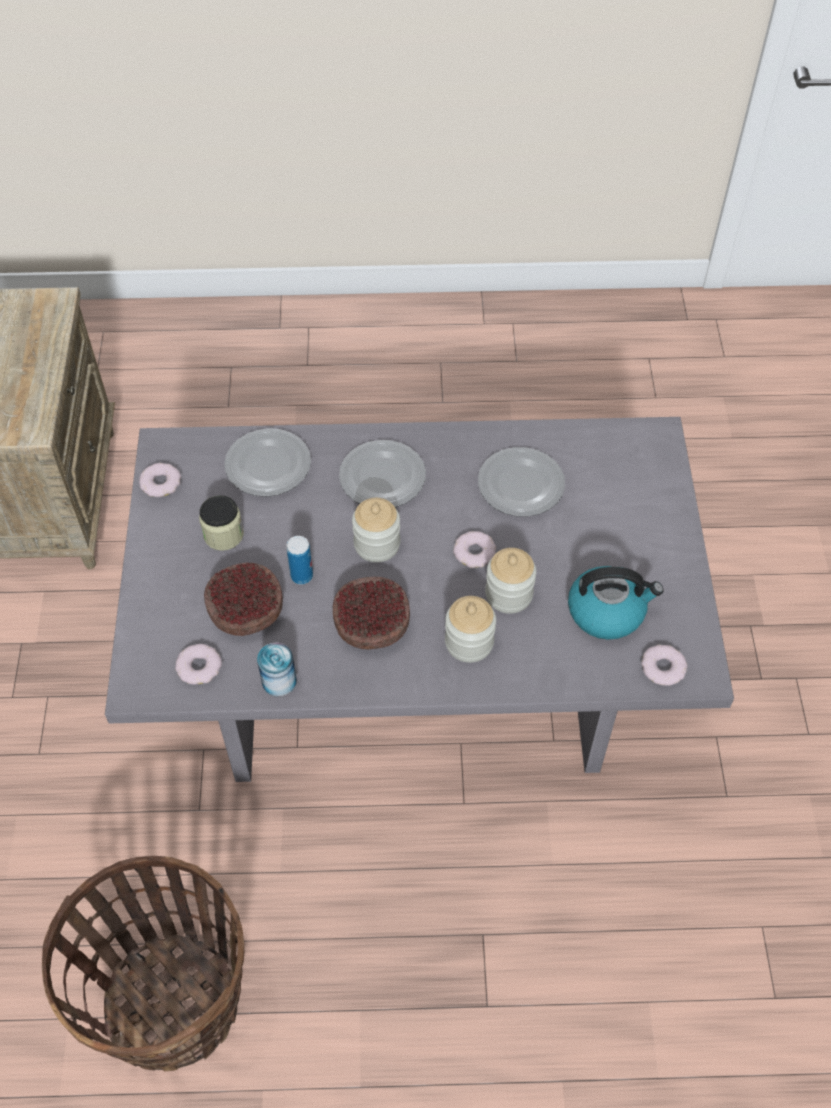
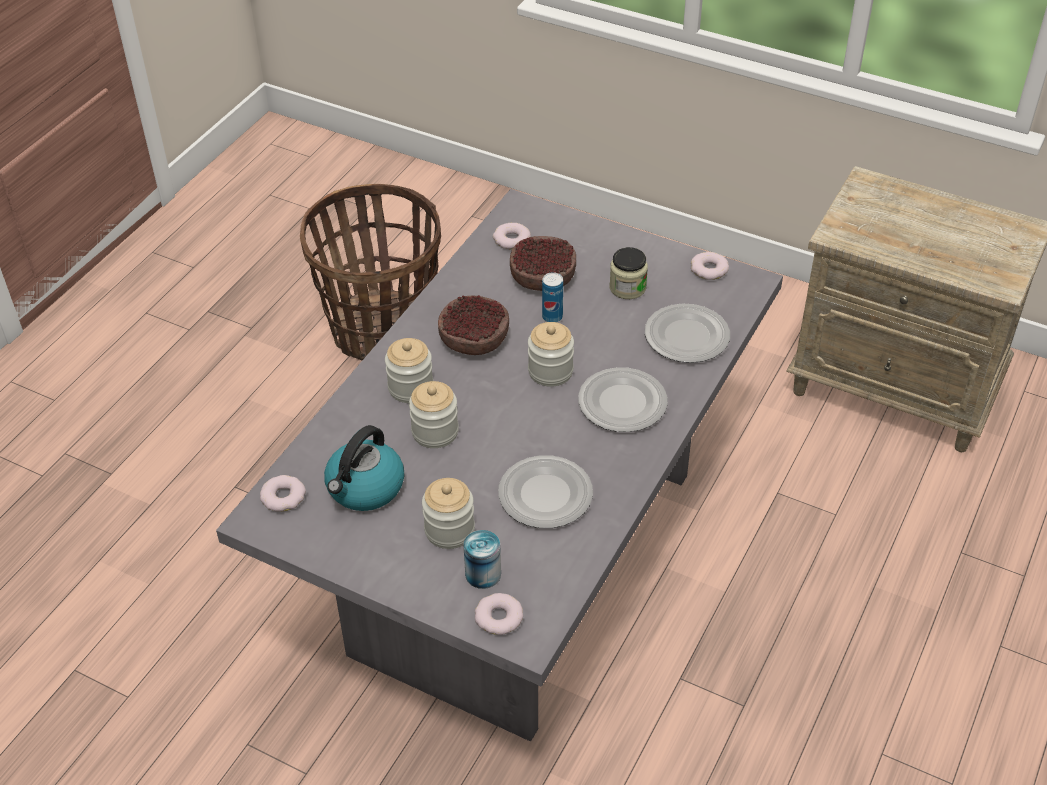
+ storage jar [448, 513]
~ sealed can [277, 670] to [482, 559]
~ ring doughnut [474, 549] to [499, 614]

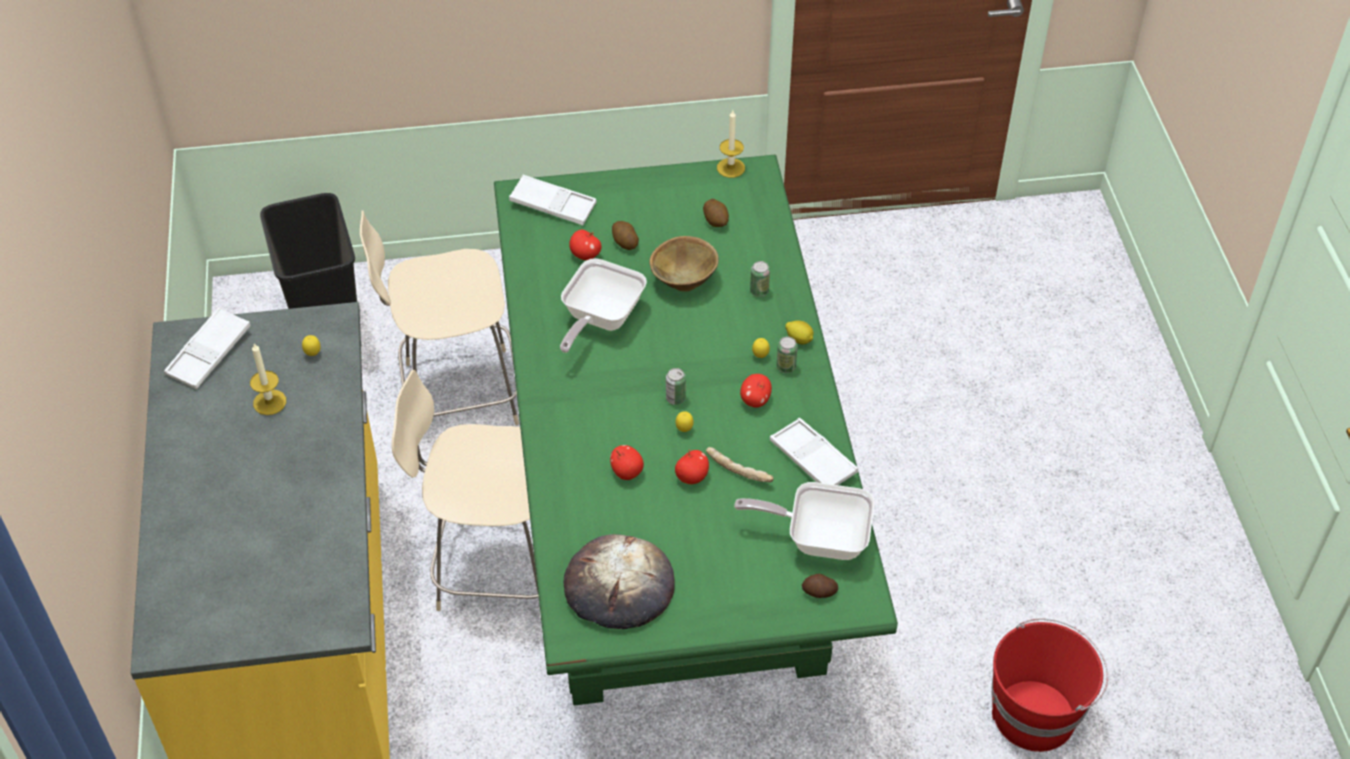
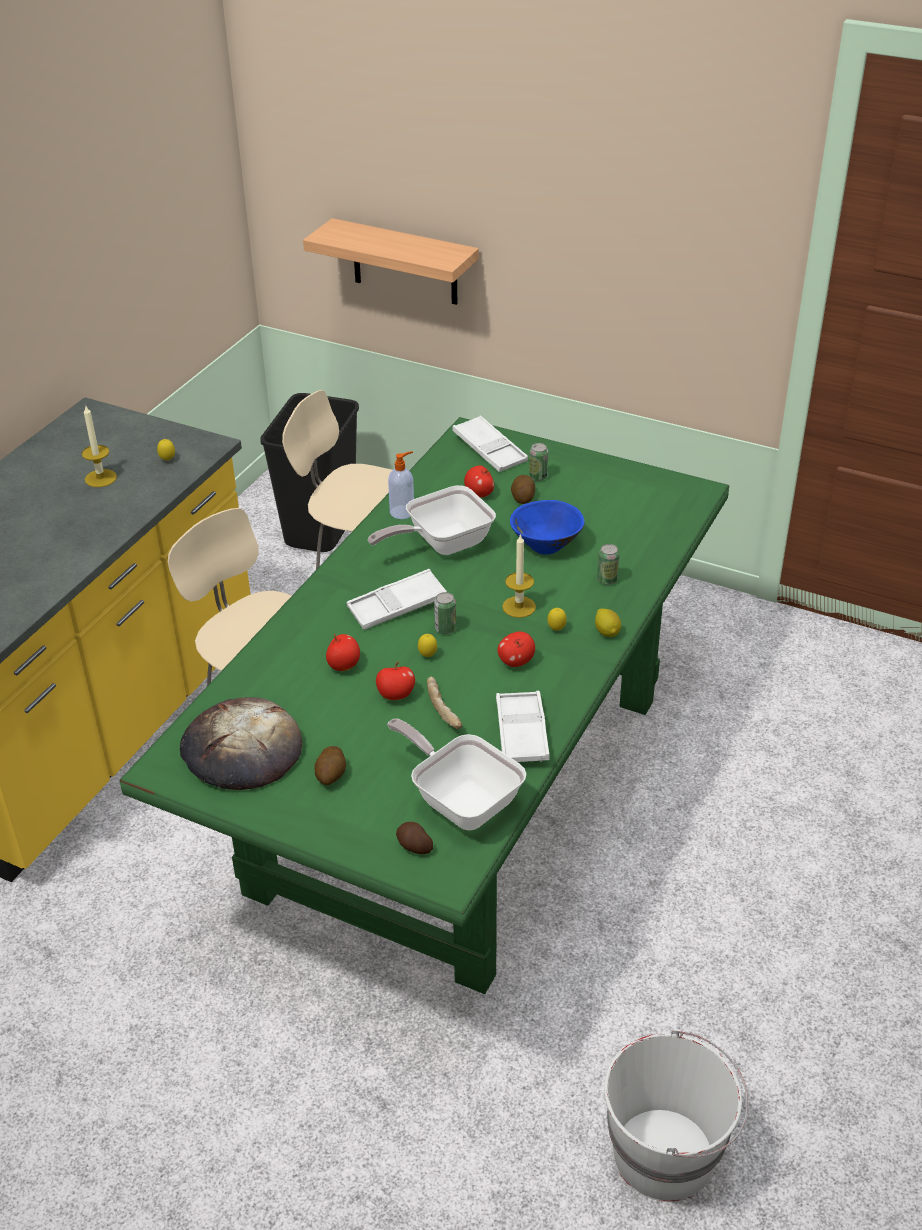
+ shelf [391, 261]
~ spud [716, 213] to [330, 765]
~ whitish carrying tray [207, 348] to [397, 599]
+ soap bottle [401, 485]
~ wax light [731, 144] to [519, 576]
~ brown serving bowl [684, 264] to blue-coloured serving bowl [547, 527]
~ sealed can [787, 355] to [538, 462]
~ red pail [1049, 685] to whitish pail [676, 1116]

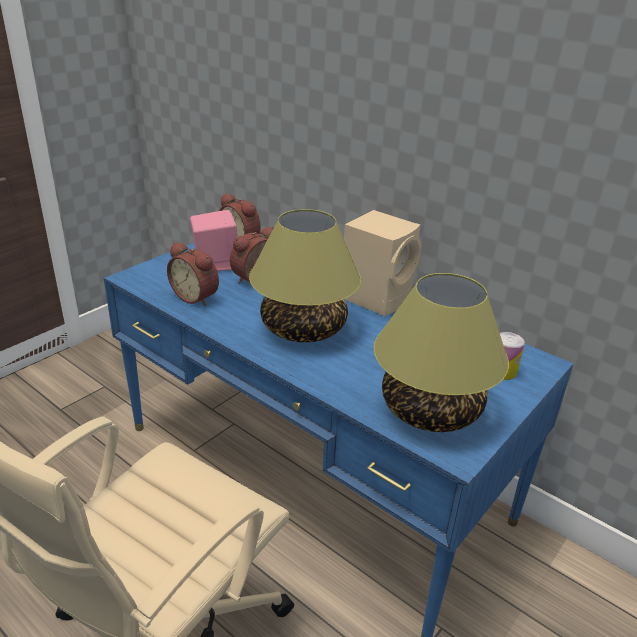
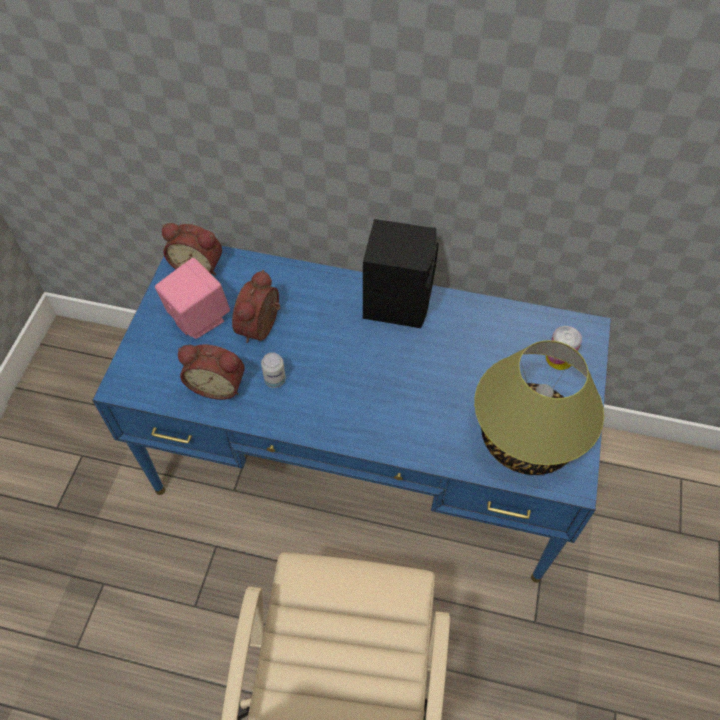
+ sealed can [273, 370]
~ beige-coloured loudspeaker [382, 263] to blackish loudspeaker [401, 273]
- tabletop lamp [305, 275]

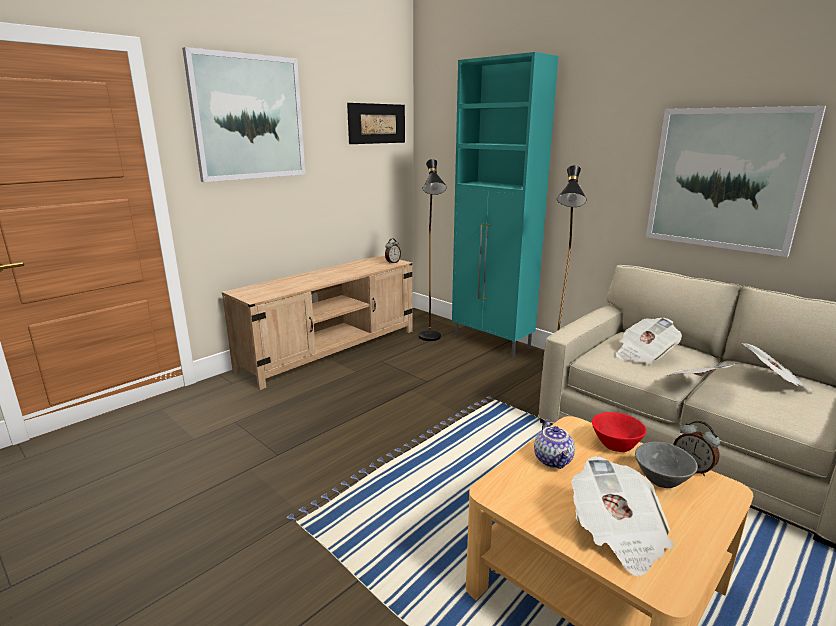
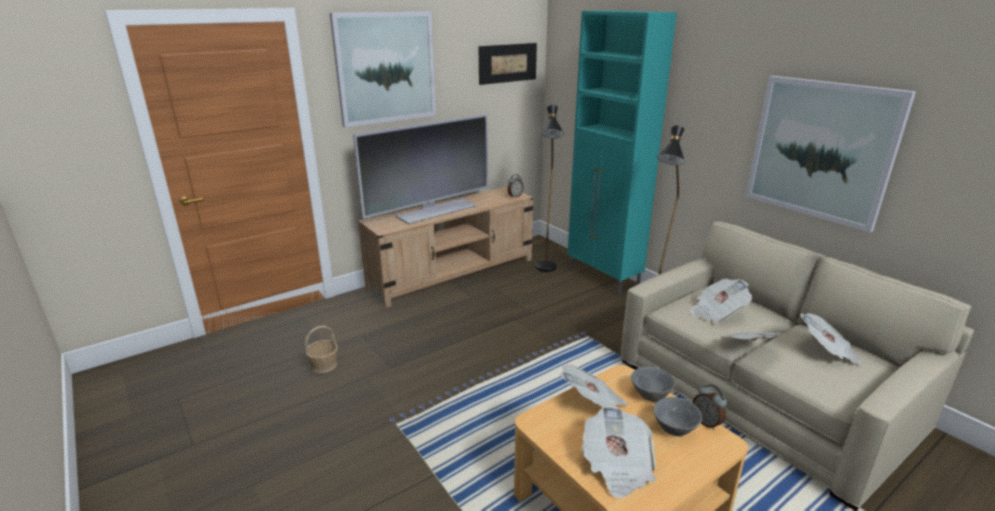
+ household basket [321, 349]
+ TV set [420, 169]
~ tea pot [554, 444] to newspaper [594, 386]
~ red serving bowl [619, 432] to gray serving bowl [653, 384]

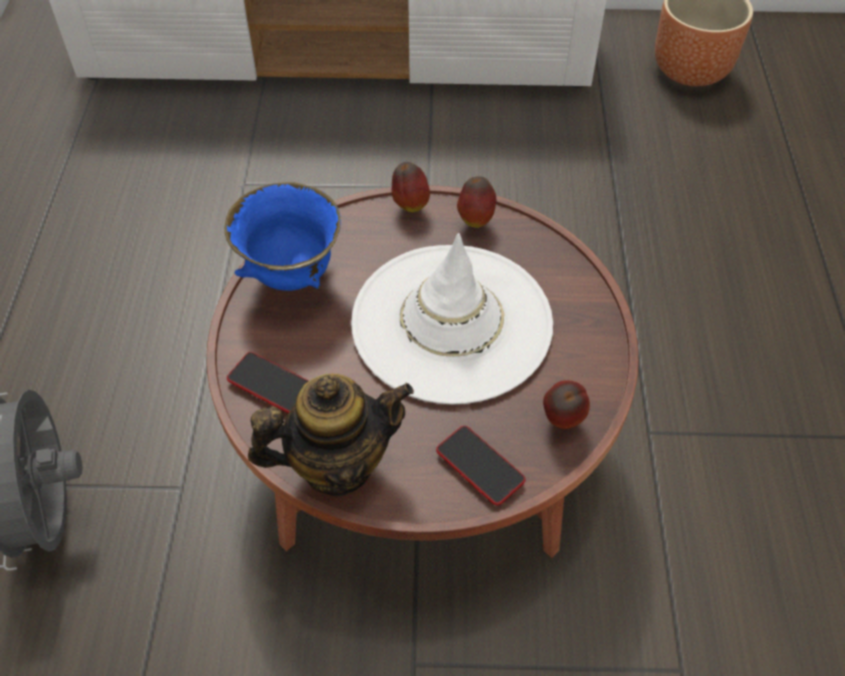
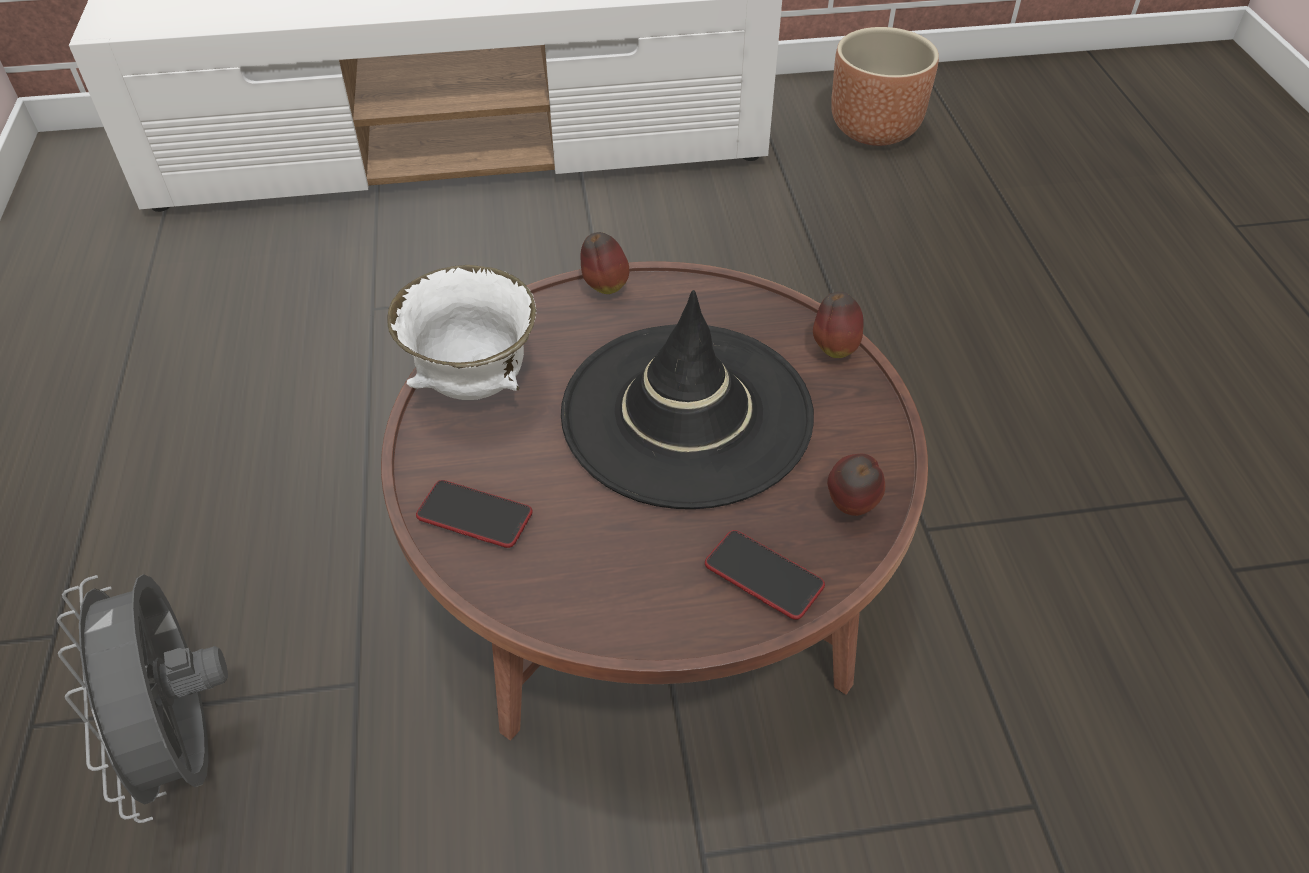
~ blue-coloured serving bowl [282, 236] to whitish serving bowl [462, 332]
~ whitish wearable hat [452, 318] to blackish wearable hat [687, 399]
~ whole apple [476, 202] to [838, 325]
- tea pot [331, 435]

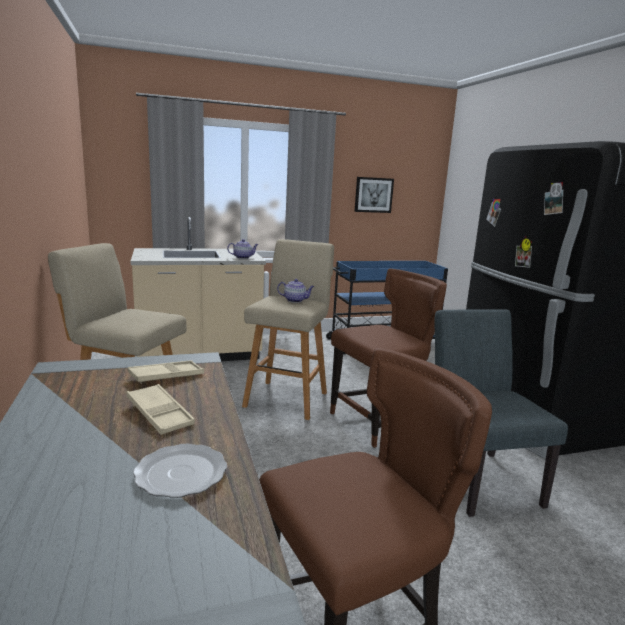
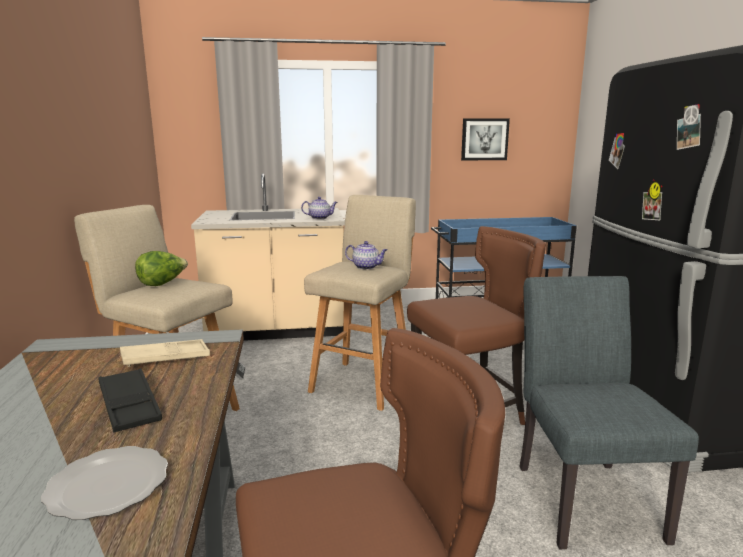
~ beige-coloured carrying tray [161, 409] to blackish carrying tray [130, 400]
+ lettuce [161, 268]

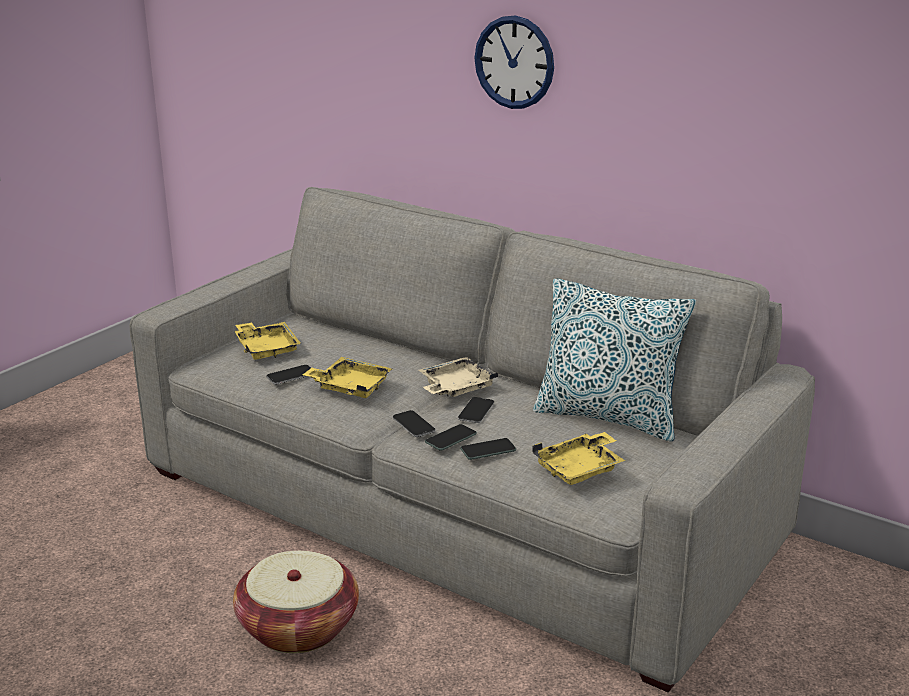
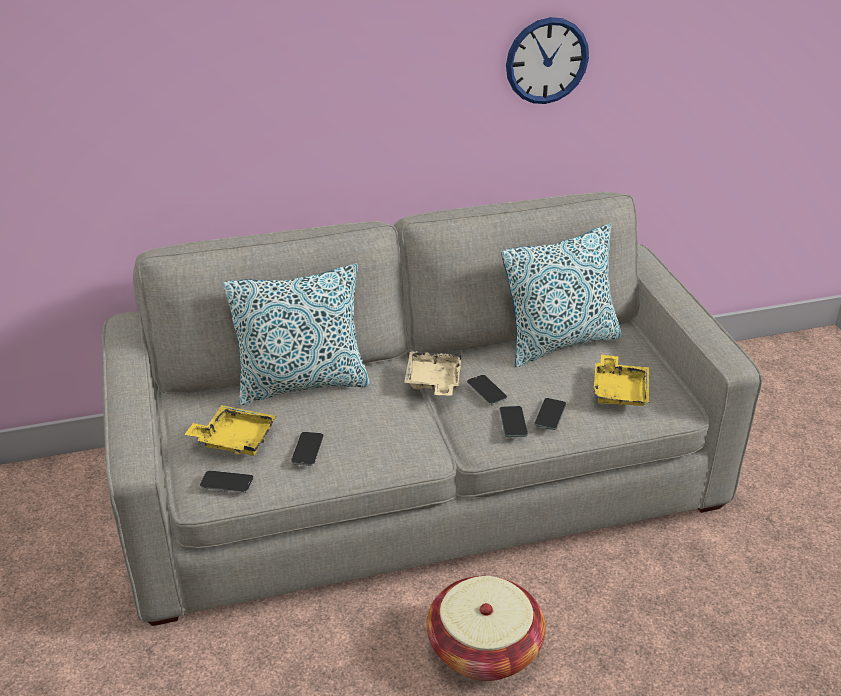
~ phone [414, 423] to [227, 482]
+ throw pillow [296, 334]
~ clock on the wall [514, 62] to [547, 60]
- yellow-coloured carrying tray [347, 377]

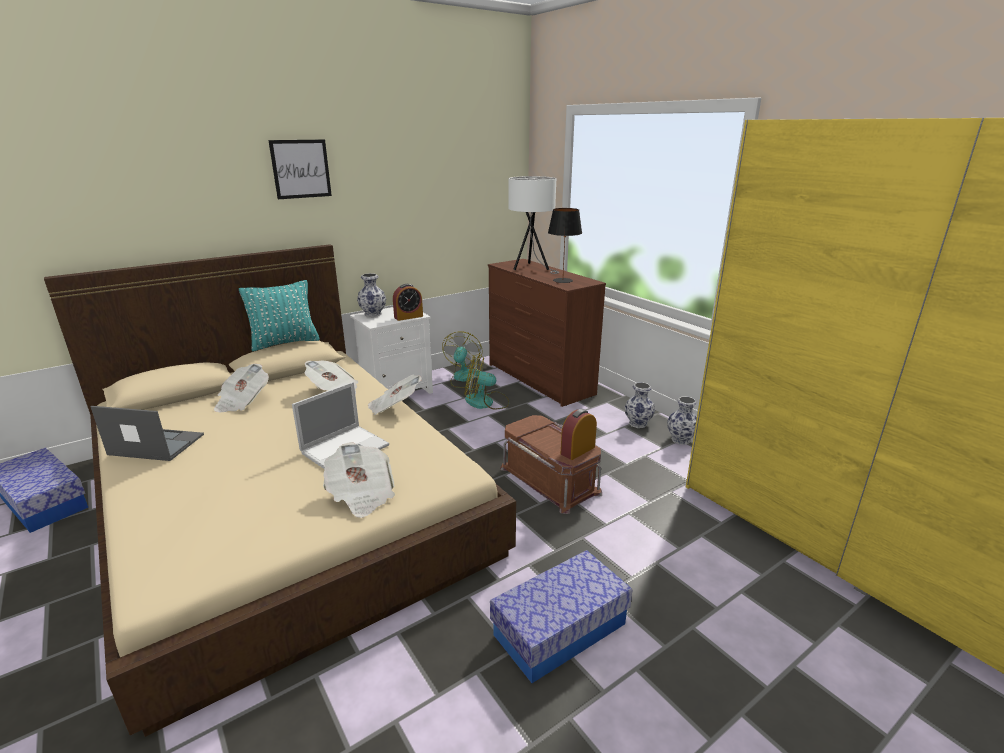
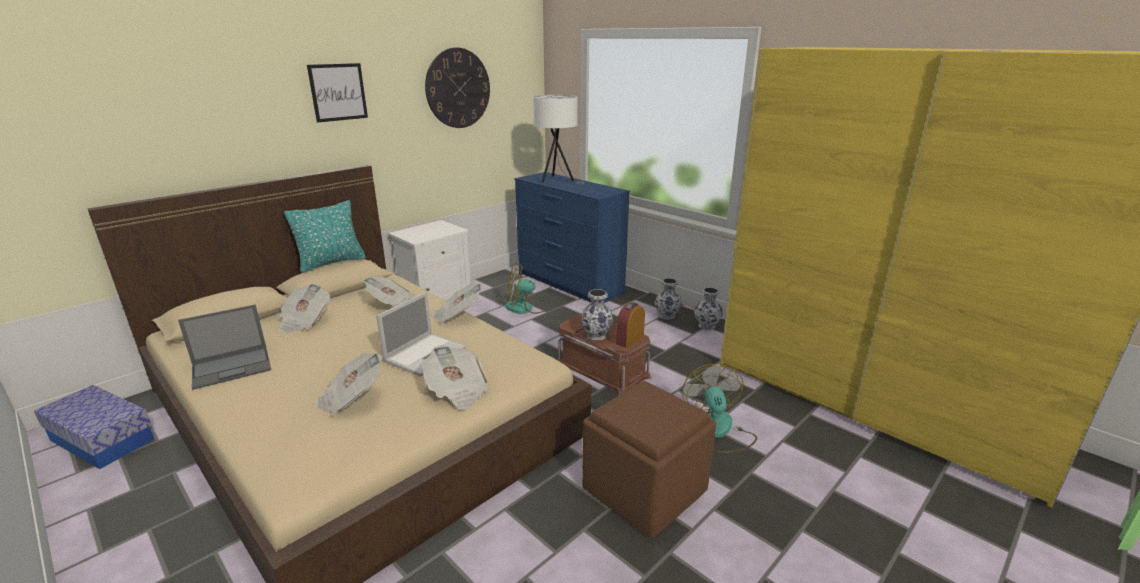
~ portable computer [147, 433] = [224, 347] 150 degrees clockwise
+ newspaper [348, 384]
+ clock on the wall [457, 88]
~ brown drawer chest [547, 333] to blue-coloured drawer chest [572, 237]
~ decorative vase [371, 295] to [597, 314]
~ storage bin [561, 616] to brown ottoman [649, 459]
~ cooling fan [462, 359] to [719, 408]
- table clock [408, 302]
- blackish tabletop lamp [565, 245]

